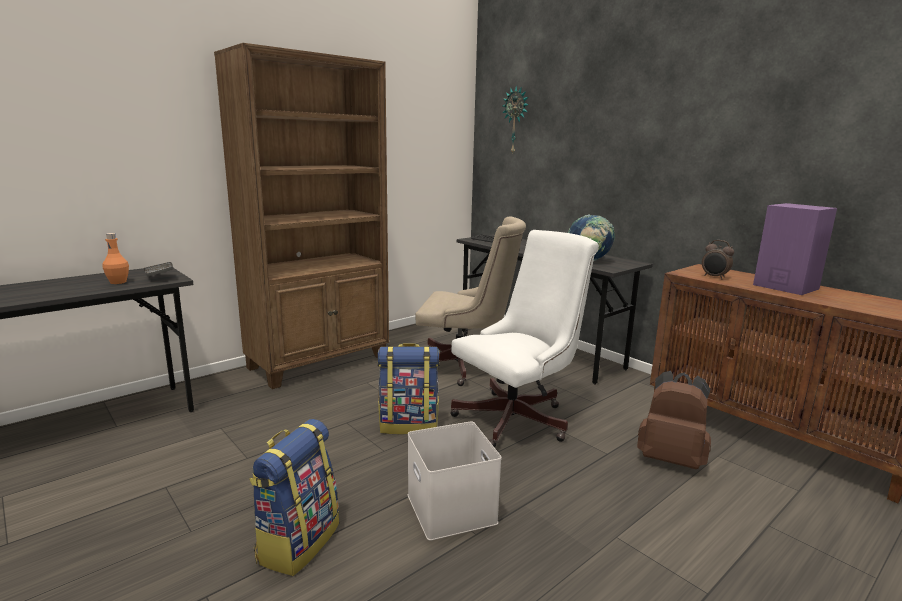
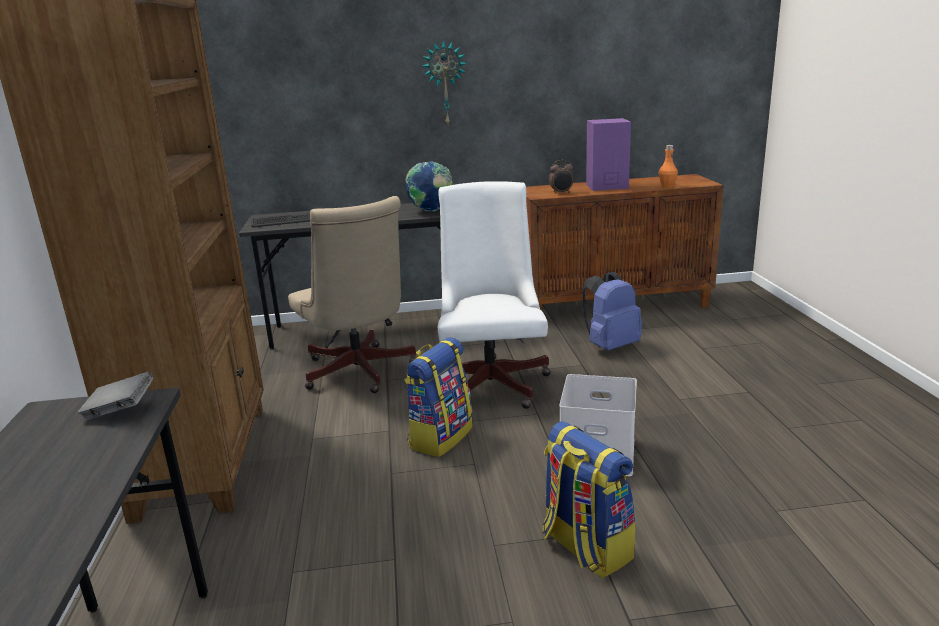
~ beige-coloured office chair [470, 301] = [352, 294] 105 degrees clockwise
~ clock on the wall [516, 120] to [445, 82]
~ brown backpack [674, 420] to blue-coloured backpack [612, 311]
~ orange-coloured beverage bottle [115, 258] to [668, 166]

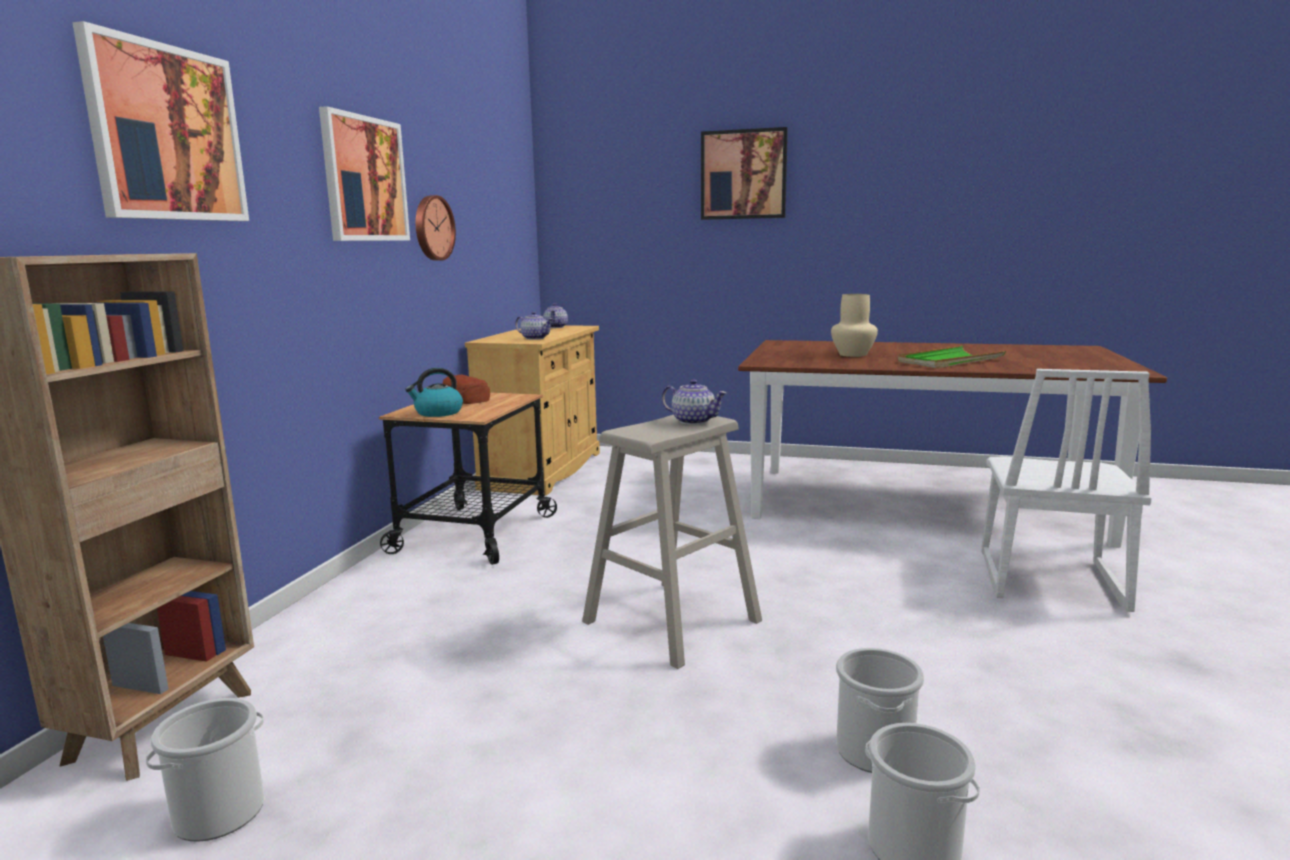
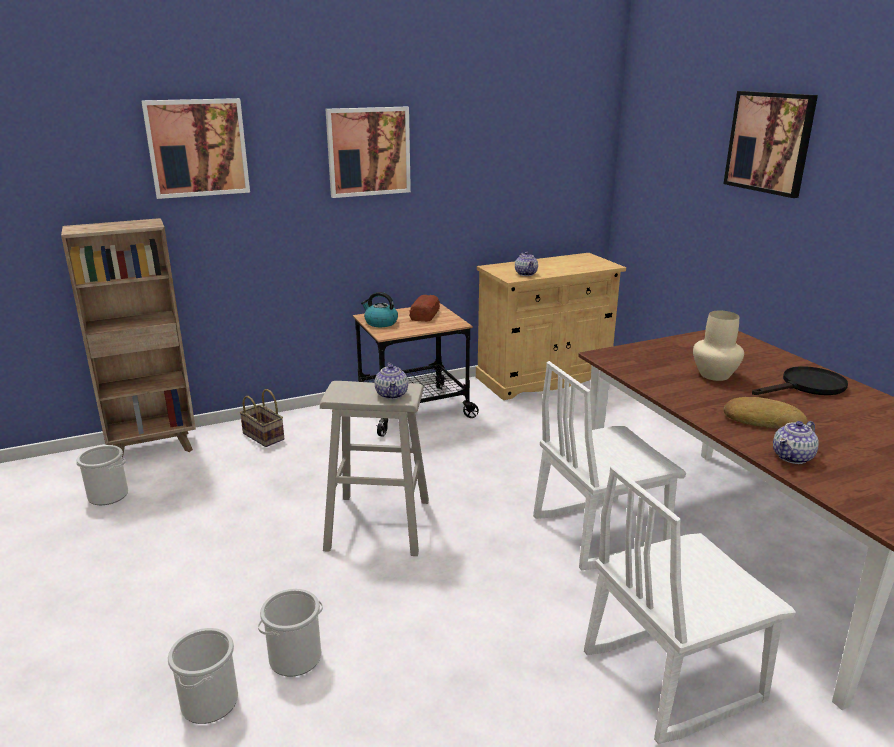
+ household basket [261, 418]
+ whitish plain chair [609, 465]
~ green carrying tray [952, 357] to bakery bread [766, 413]
+ blackish frying pan [800, 380]
~ tea pot [555, 315] to [796, 442]
- clock on the wall [436, 228]

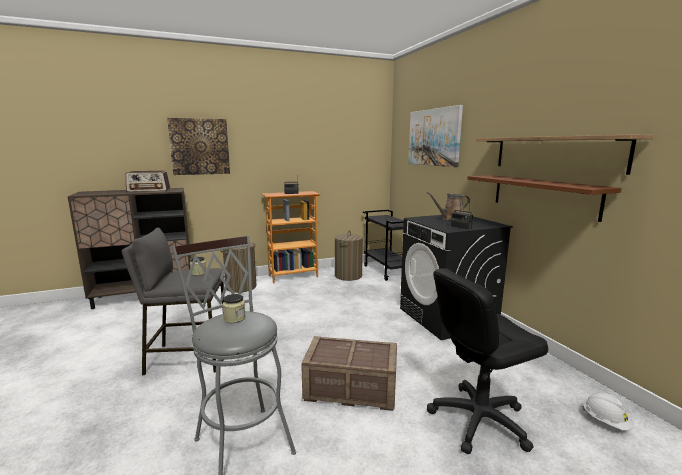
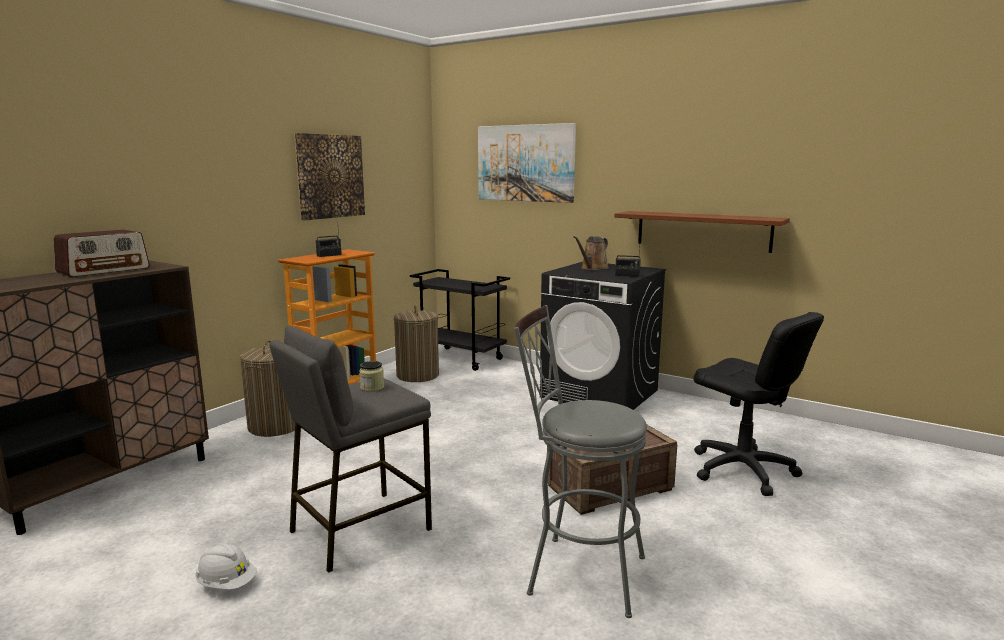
~ whitish work helmet [608, 411] to [226, 566]
~ wall art [198, 146] to [329, 176]
~ blackish office chair [487, 361] = [759, 404] 75 degrees counterclockwise
- storage jar [234, 308]
- shelf [565, 154]

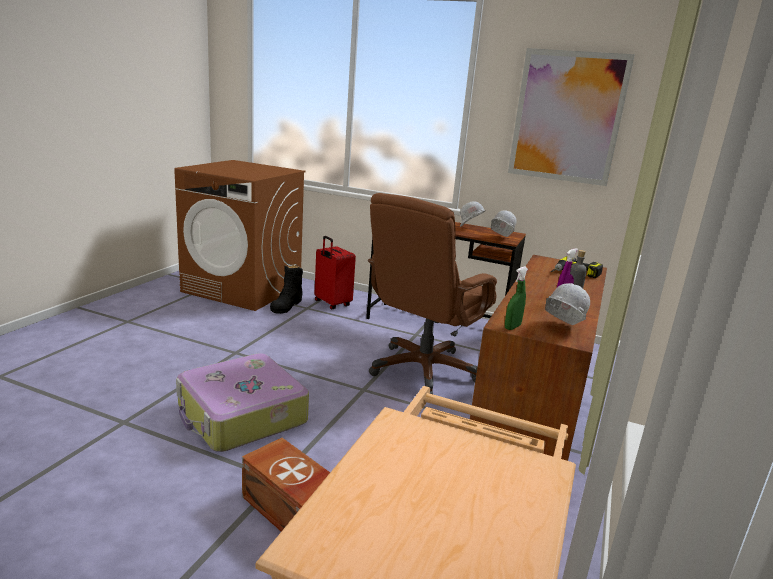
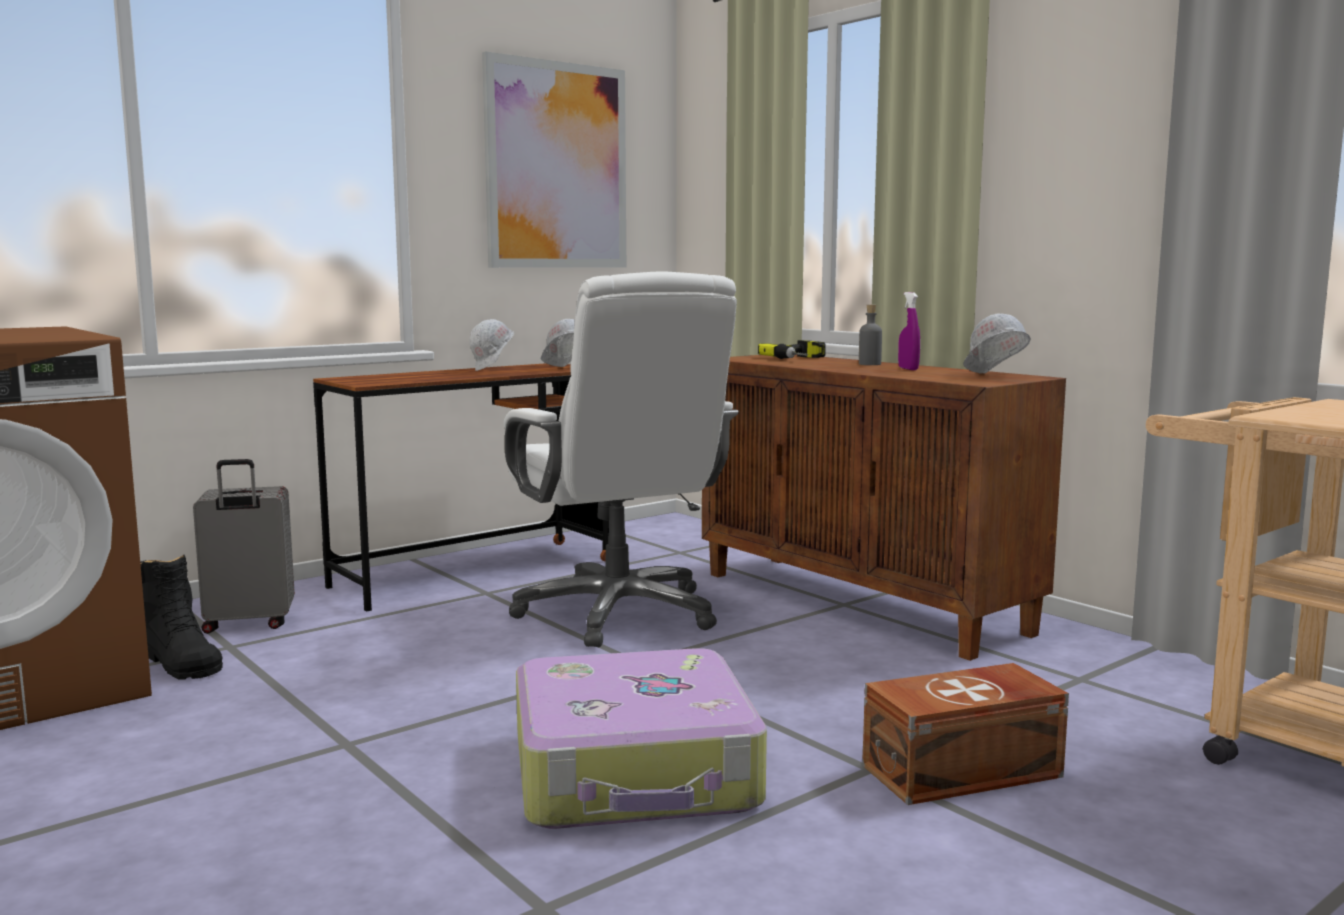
~ red piece of luggage [335, 272] to gray piece of luggage [244, 546]
~ brown office chair [432, 293] to whitish office chair [621, 459]
- green spray bottle [516, 298]

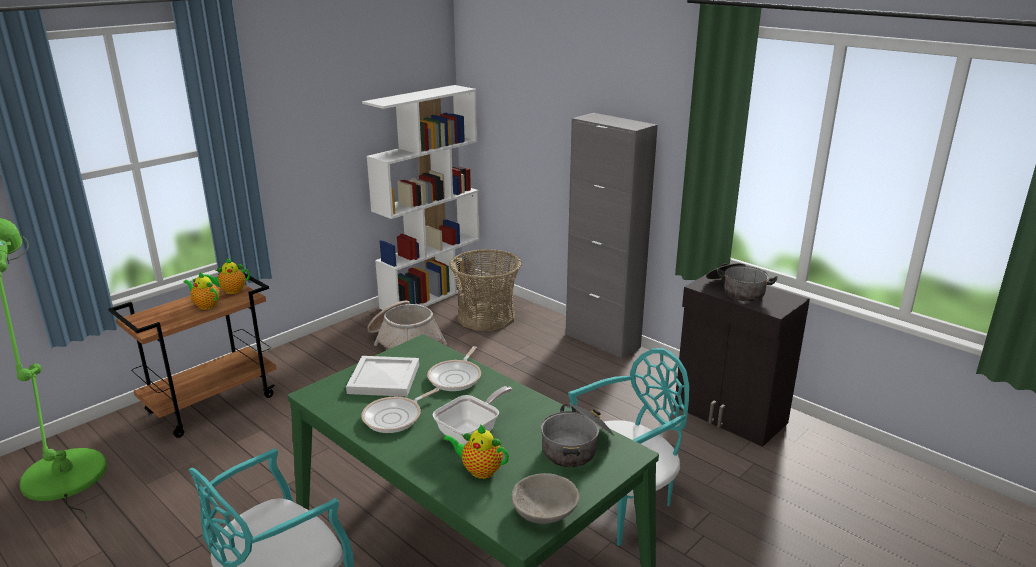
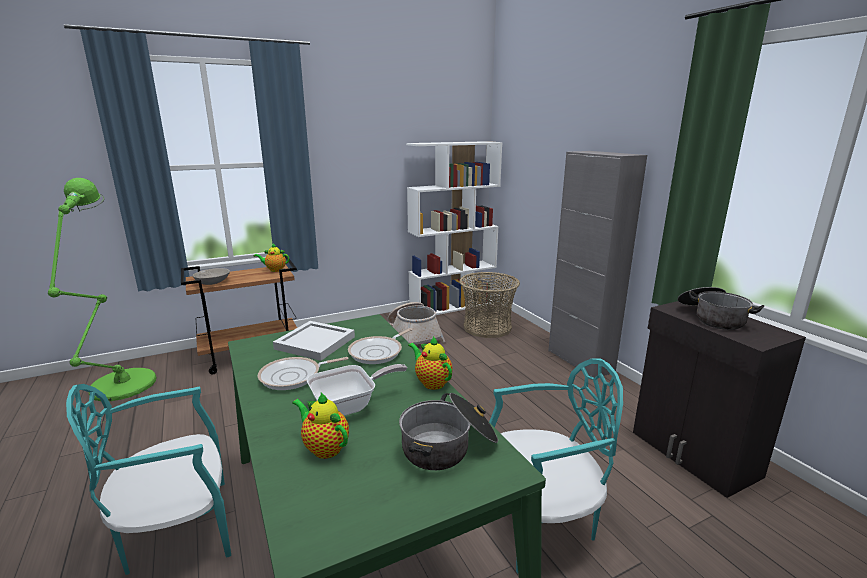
~ gray serving bowl [545, 498] to [211, 276]
~ tea pot [201, 291] to [430, 363]

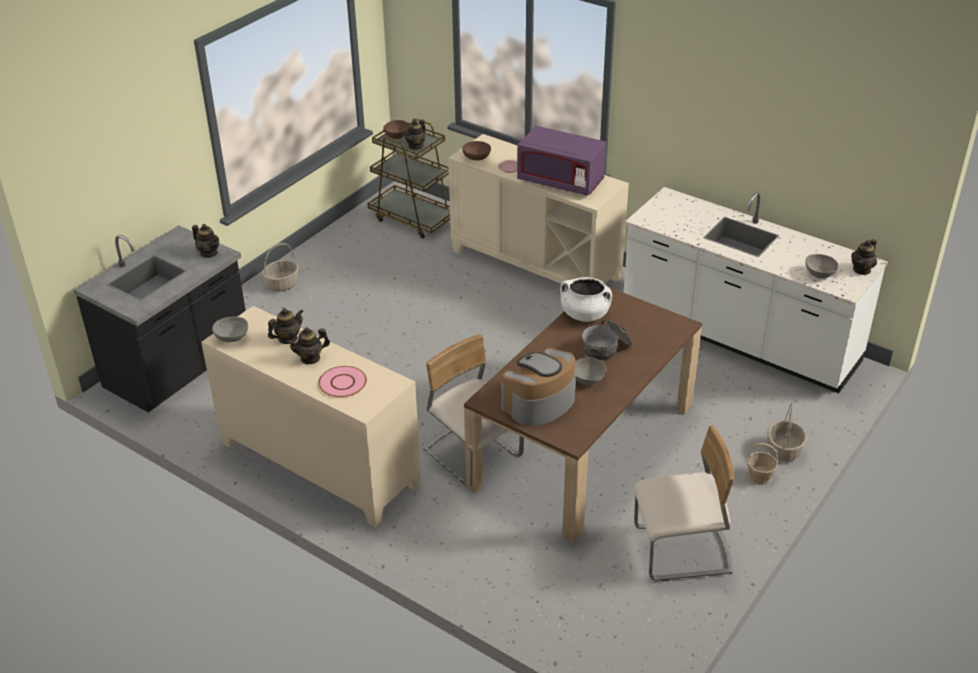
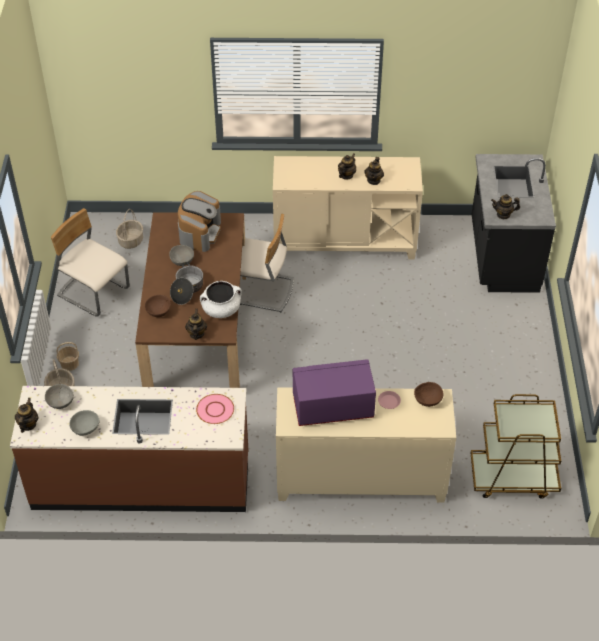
~ whitish kitchen counter [756, 290] to brown kitchen counter [129, 449]
~ beige-coloured plain chair [684, 503] = [90, 262] 75 degrees clockwise
~ gray serving bowl [230, 329] to [84, 423]
~ household basket [280, 267] to [129, 229]
~ brown serving bowl [396, 129] to [158, 306]
~ tea pot [415, 134] to [196, 324]
~ pink flat dish [343, 381] to [215, 409]

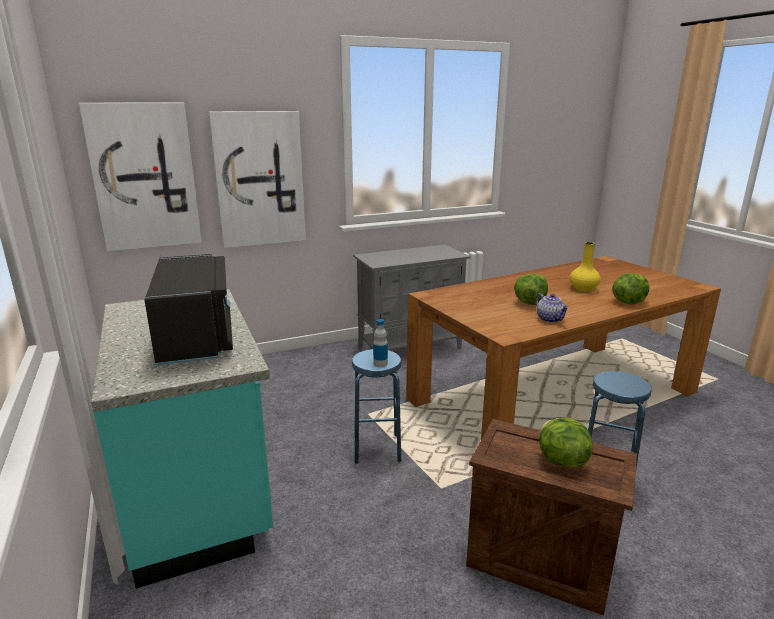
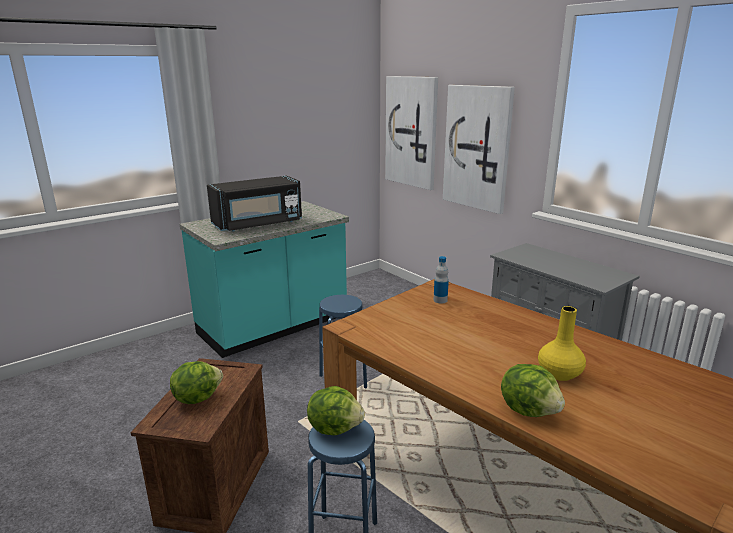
~ lettuce [531, 289] to [336, 410]
~ beverage bottle [380, 343] to [441, 280]
- tea pot [552, 308]

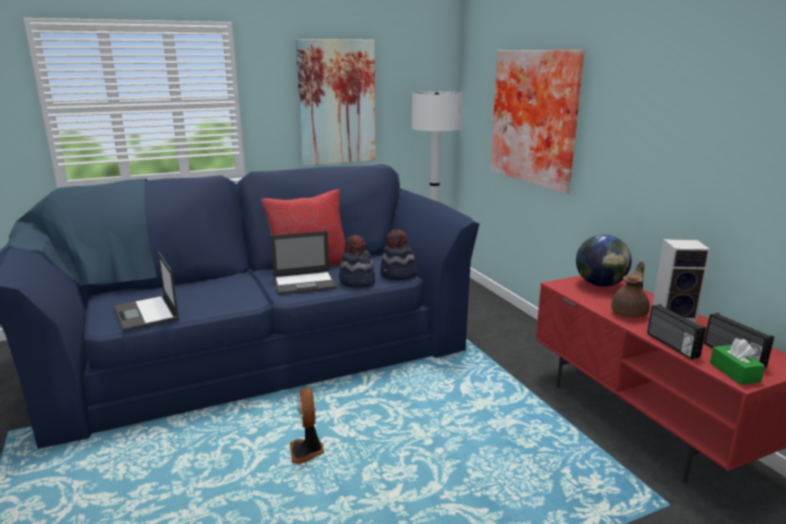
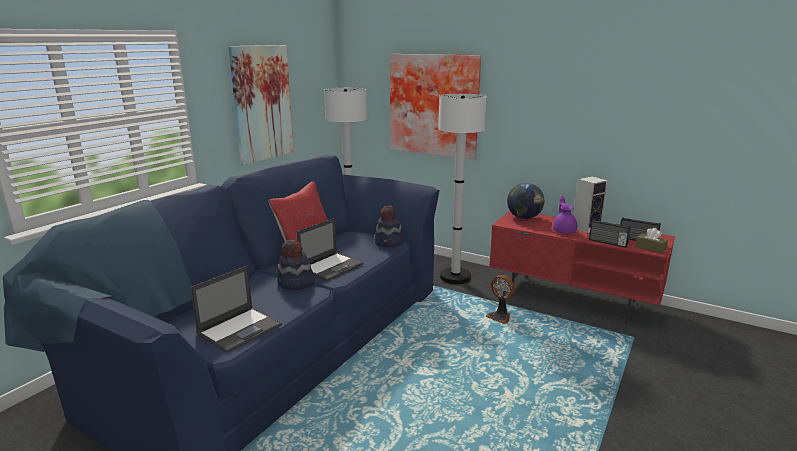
~ portable computer [146, 291] = [236, 309] 75 degrees counterclockwise
~ wearable hat [357, 261] to [296, 265]
+ whitish floor lamp [462, 189]
~ cooling fan [307, 426] to [500, 299]
~ brown tea pot [630, 289] to purplish tea pot [565, 215]
~ green tissue holder [737, 361] to brown tissue holder [651, 241]

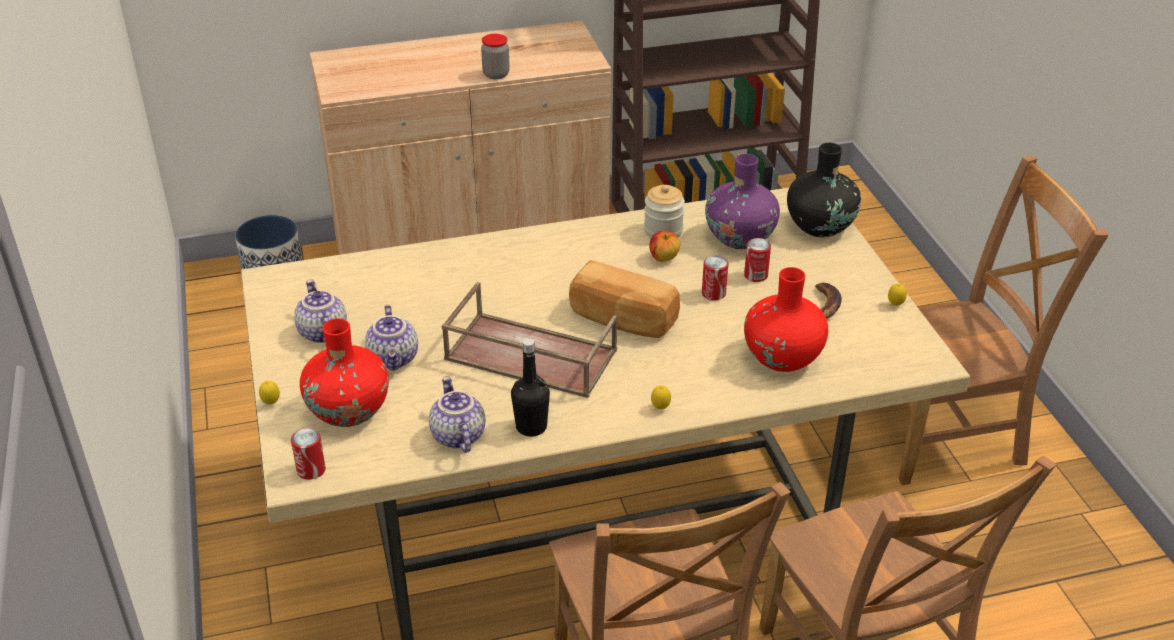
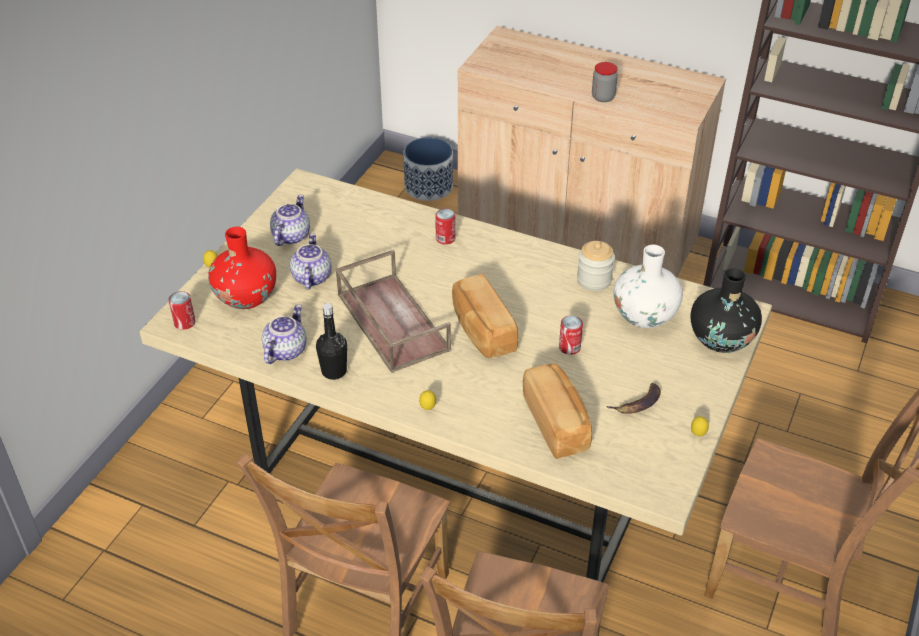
~ tea pot [391, 338] = [311, 261] 150 degrees clockwise
~ sealed can [757, 260] to [445, 227]
~ red decorative vase [786, 319] to bakery bread [557, 411]
~ purplish decorative vase [742, 201] to whitish decorative vase [648, 286]
- whole apple [665, 246]

